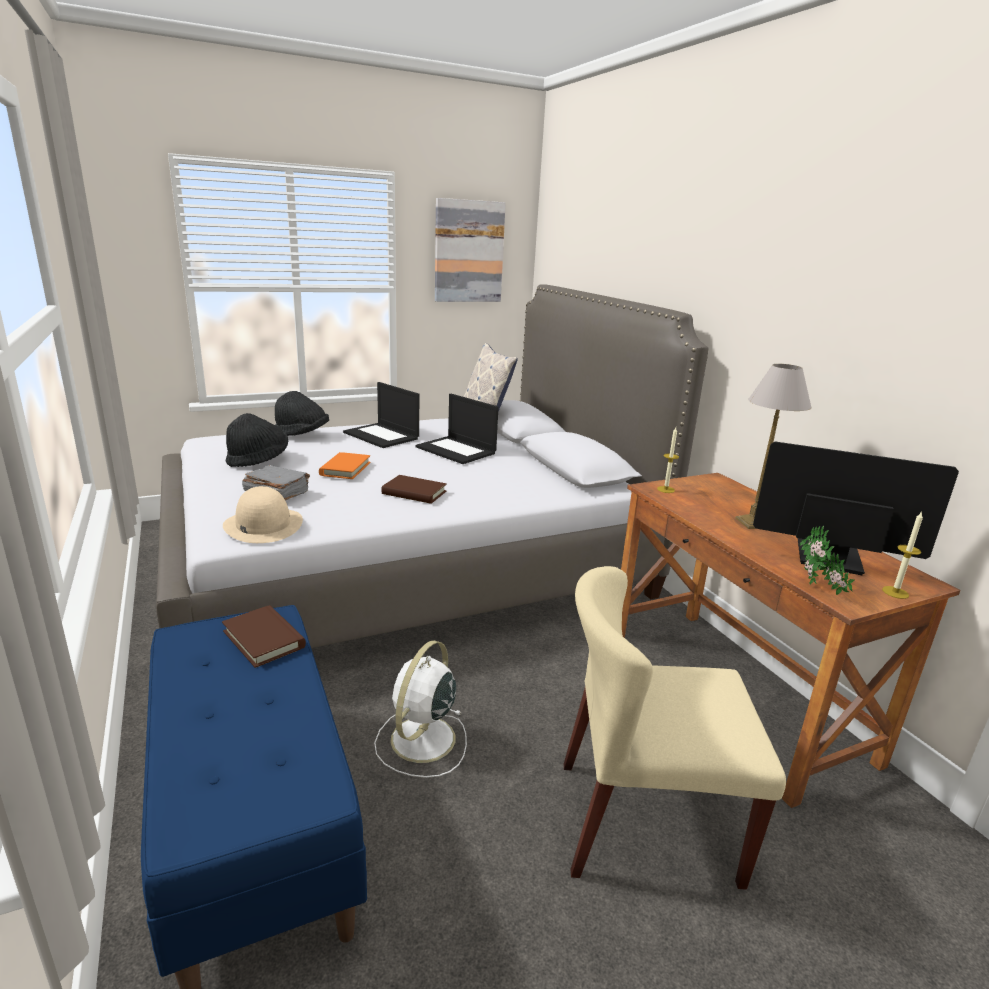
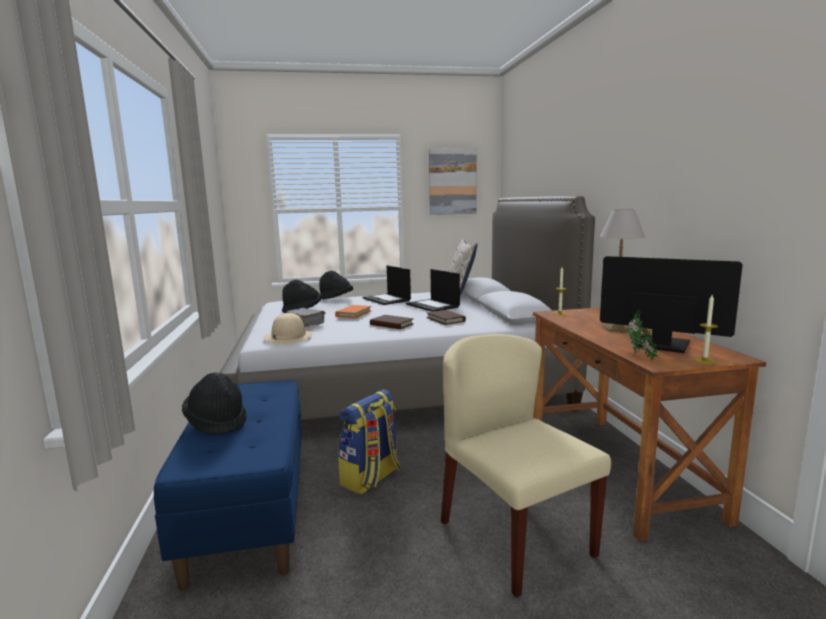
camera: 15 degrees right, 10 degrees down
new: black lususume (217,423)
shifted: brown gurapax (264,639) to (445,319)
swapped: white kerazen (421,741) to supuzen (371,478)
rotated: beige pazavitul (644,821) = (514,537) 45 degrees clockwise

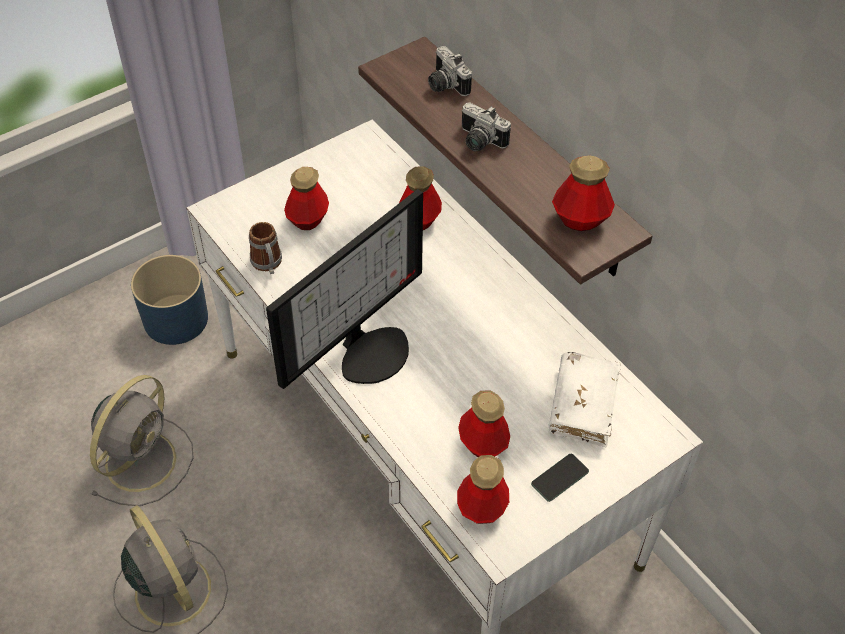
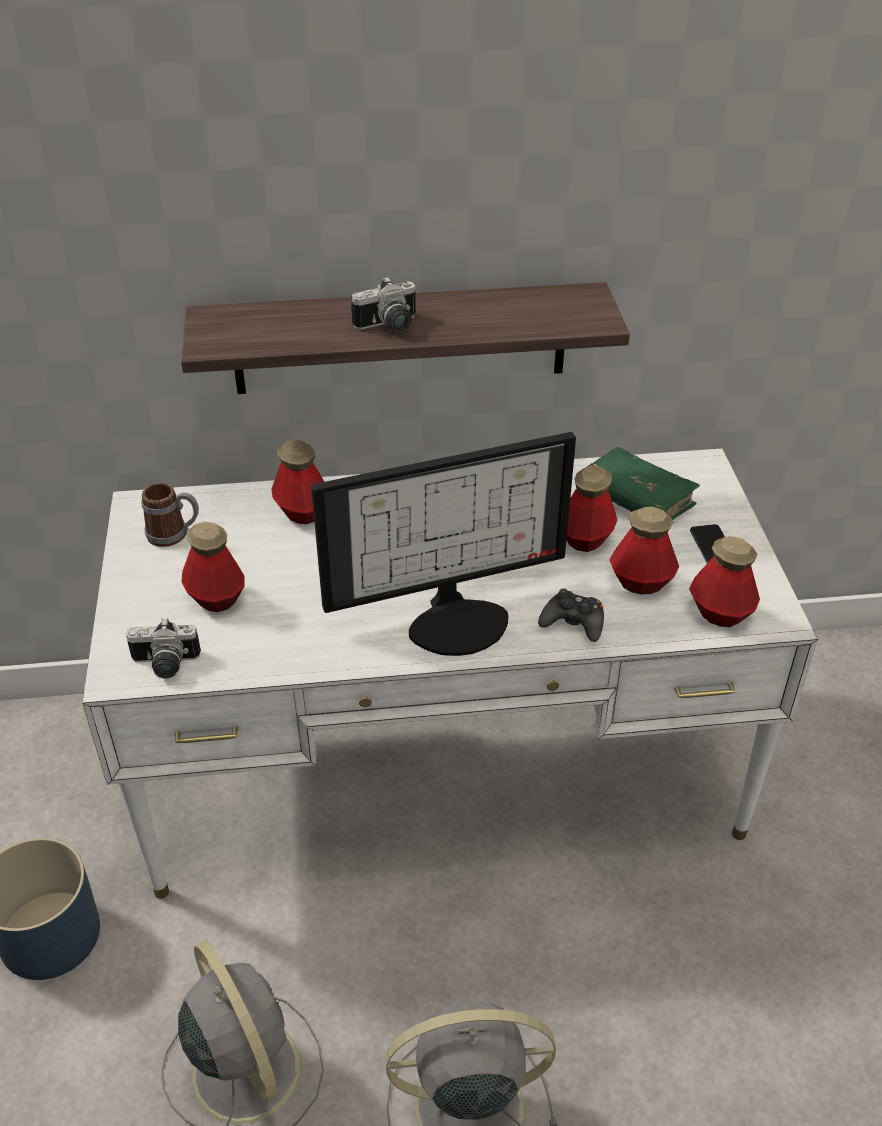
camera: 60 degrees left, 10 degrees down
new: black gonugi (573,622)
shifted: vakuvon (444,85) to (165,665); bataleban (580,219) to (585,539); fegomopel (268,264) to (174,535)
repainted: white gurapax (583,405) to green gurapax (636,499)
rotated: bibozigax (369,350) = (457,619) 90 degrees clockwise

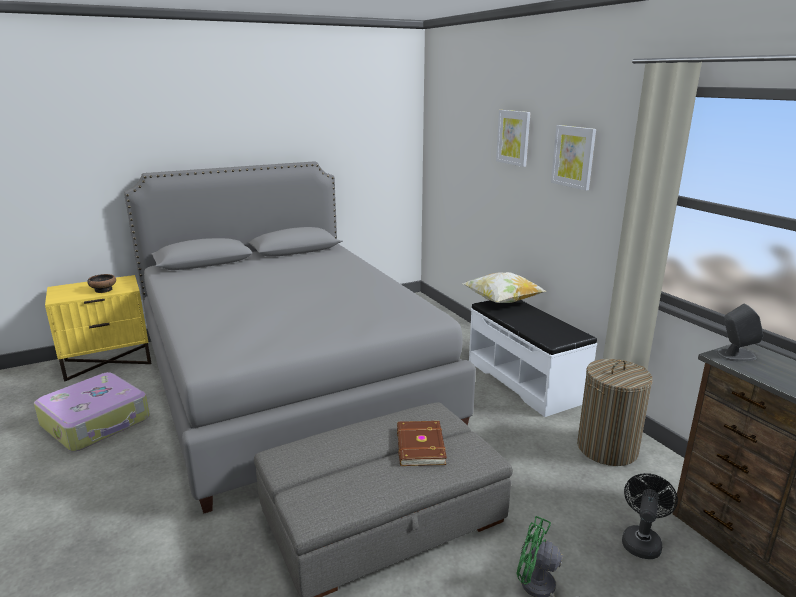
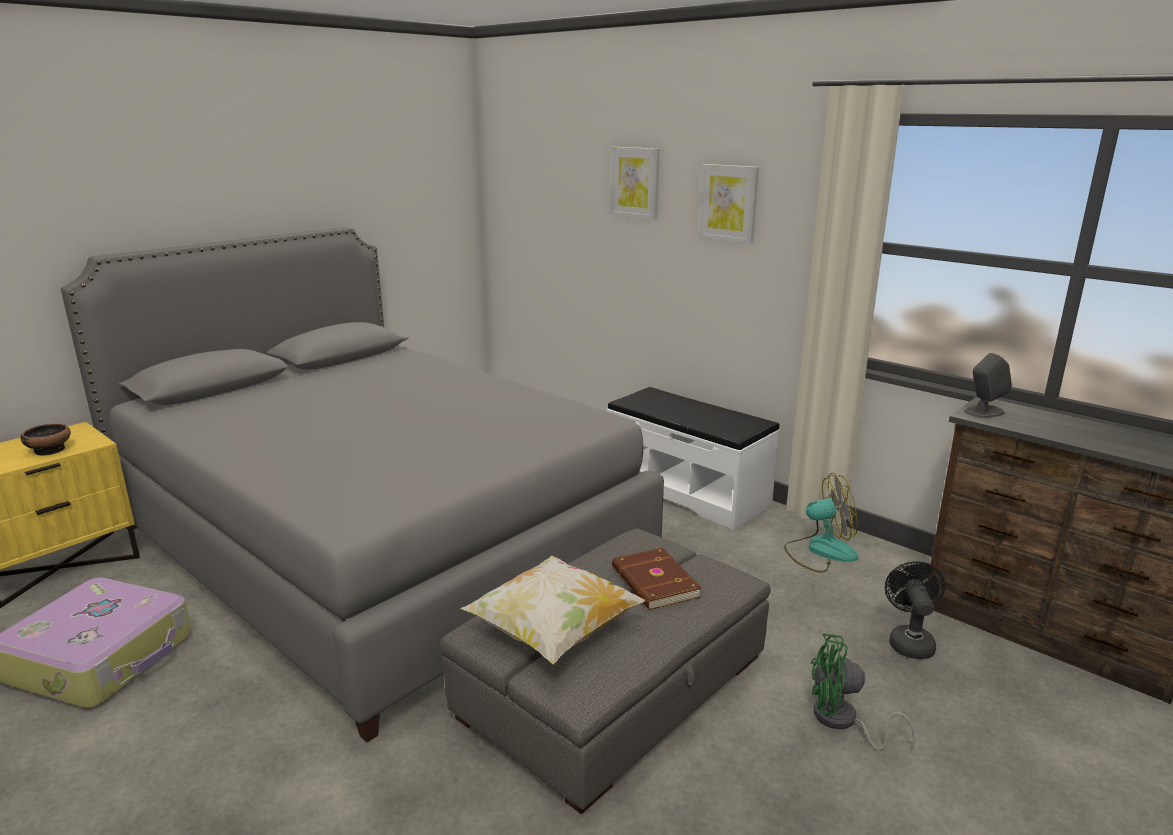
camera: 20 degrees left, 0 degrees up
shifted: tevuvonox (502,301) to (553,632)
swapped: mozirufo (607,448) to kerazen (820,551)

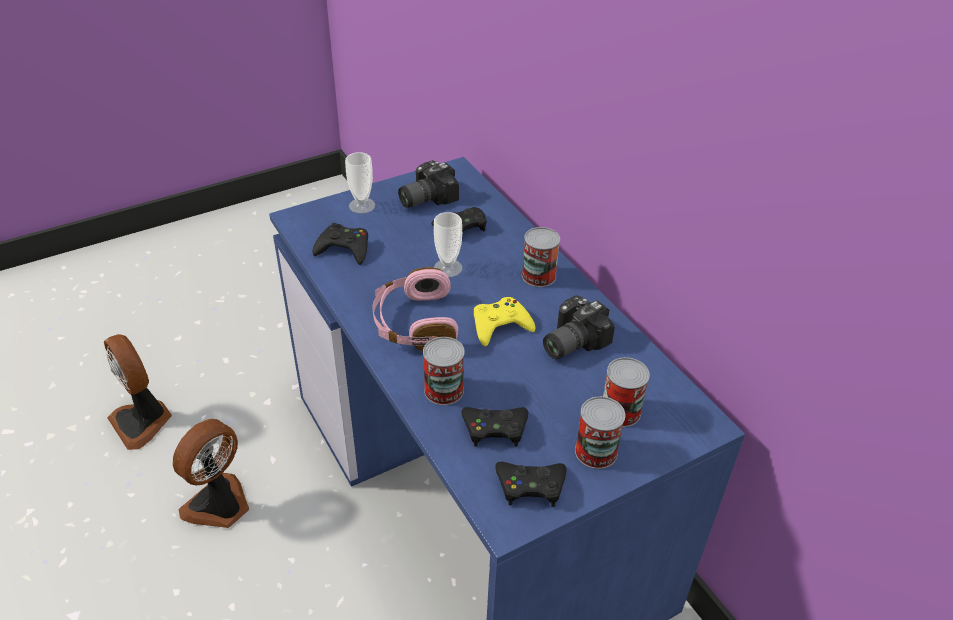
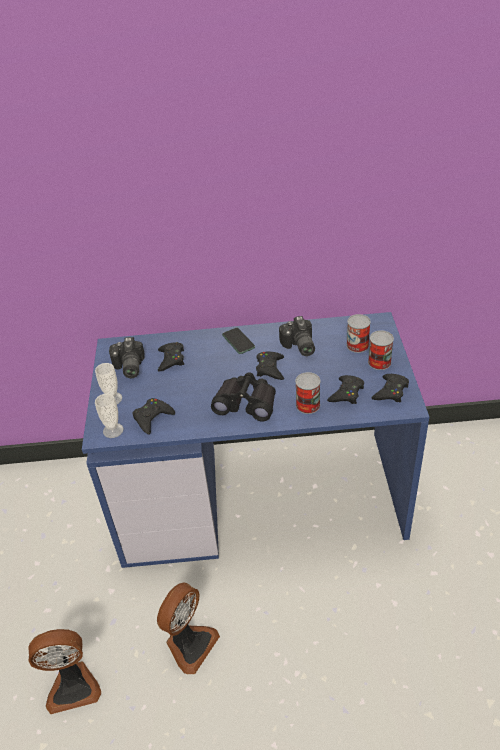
camera: 60 degrees left, 0 degrees up
shifted: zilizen (448,268) to (113,430)
swapped: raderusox (538,275) to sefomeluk (238,341); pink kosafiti (414,324) to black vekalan (246,403)
repainted: yellow gonugi (500,326) to black gonugi (270,368)
rotated: kerazen (220,505) = (189,644) 120 degrees counterclockwise

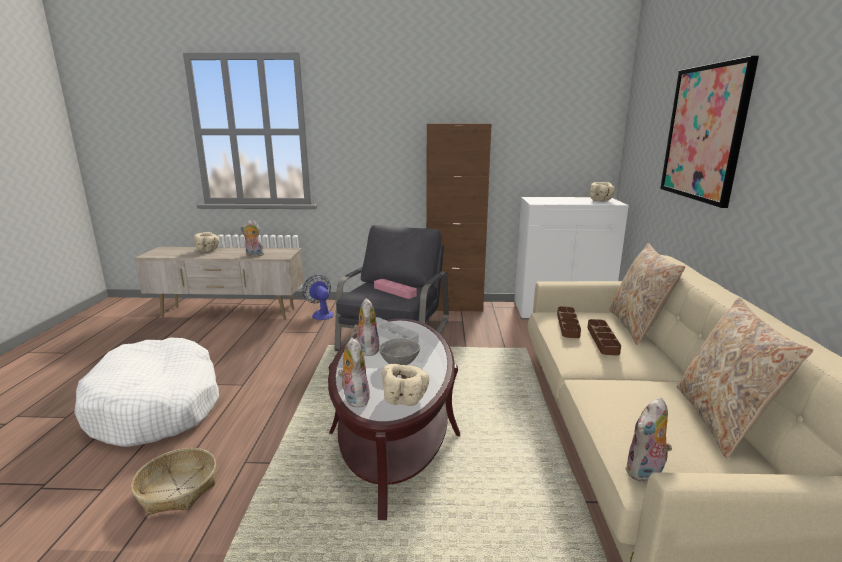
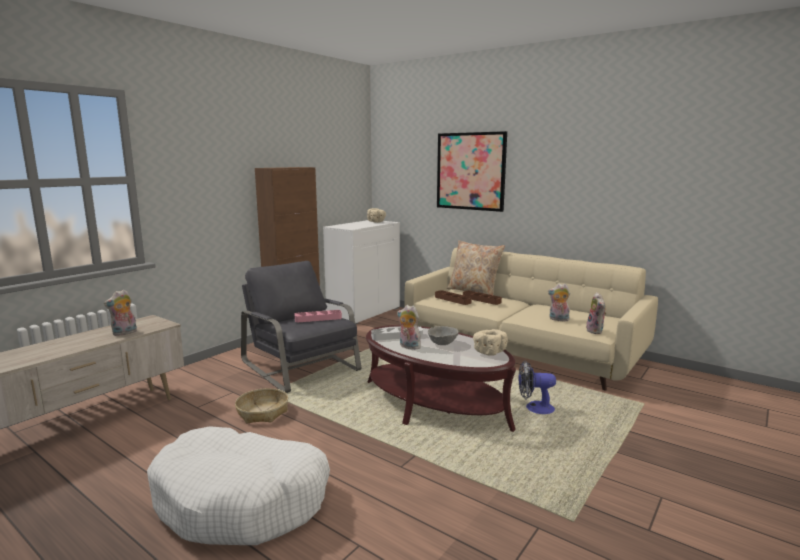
camera: 55 degrees left, 5 degrees down
gone: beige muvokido (208,250); beige tevuvonox (721,421)
shifted: kerazen (321,314) to (534,408); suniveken (354,398) to (558,319); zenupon (178,489) to (262,412)

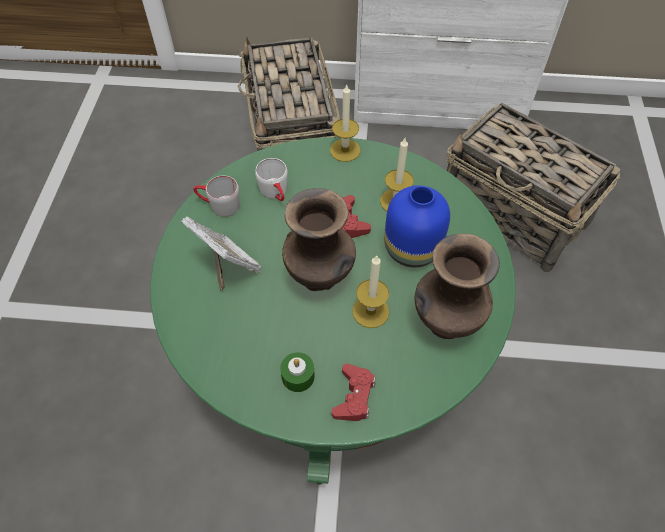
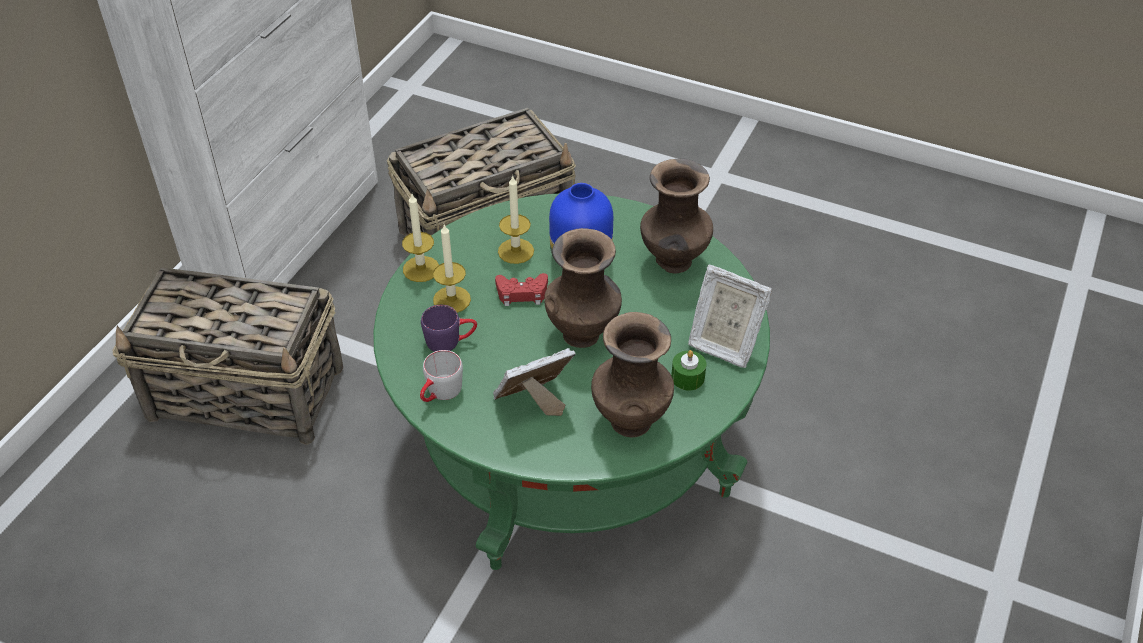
camera: 70 degrees left, 10 degrees down
new: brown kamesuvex (630,419)
shifted: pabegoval (370,311) to (452,300)
swapped: red gonugi (354,396) to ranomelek (723,343)
repainted: white fegomopel (276,193) to purple fegomopel (450,340)

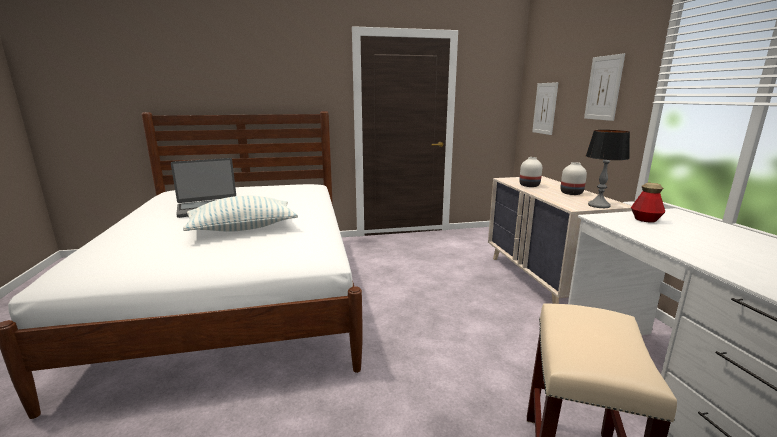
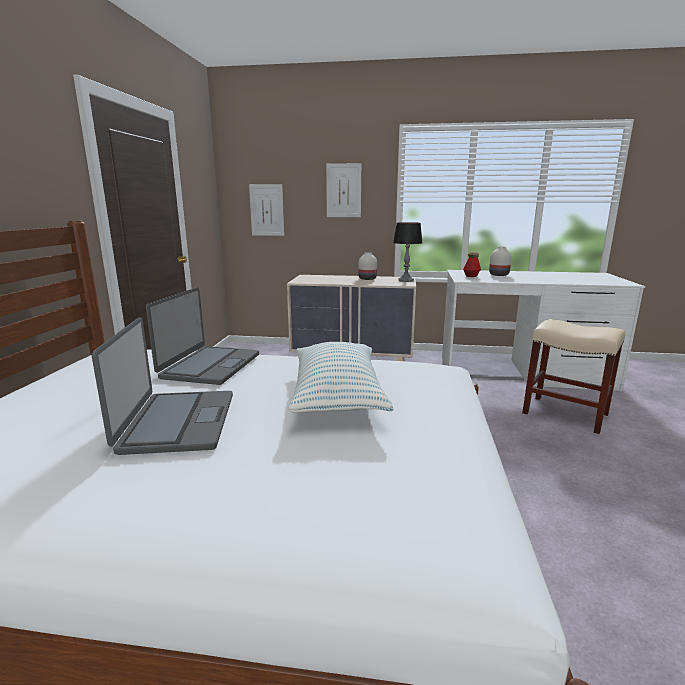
camera: 70 degrees left, 0 degrees up
new: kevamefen (210,366)
shifted: white kamesuvex (529,185) to (498,275)

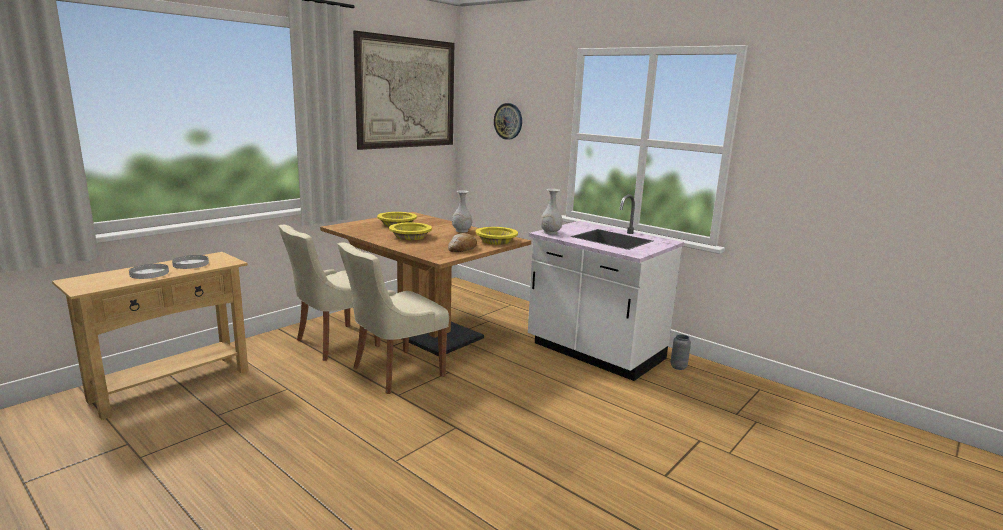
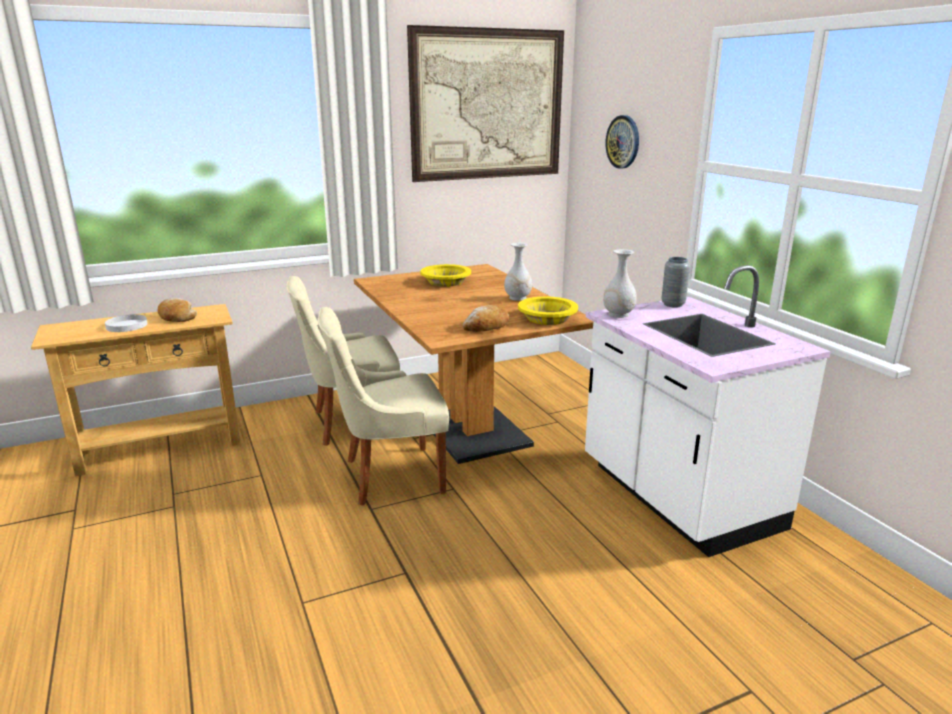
camera: 25 degrees right, 5 degrees up
gone: yellow muvokido (410,236)
shifted: grey kamesuvex (678,367) to (673,304)
swapped: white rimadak (190,264) to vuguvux (176,317)

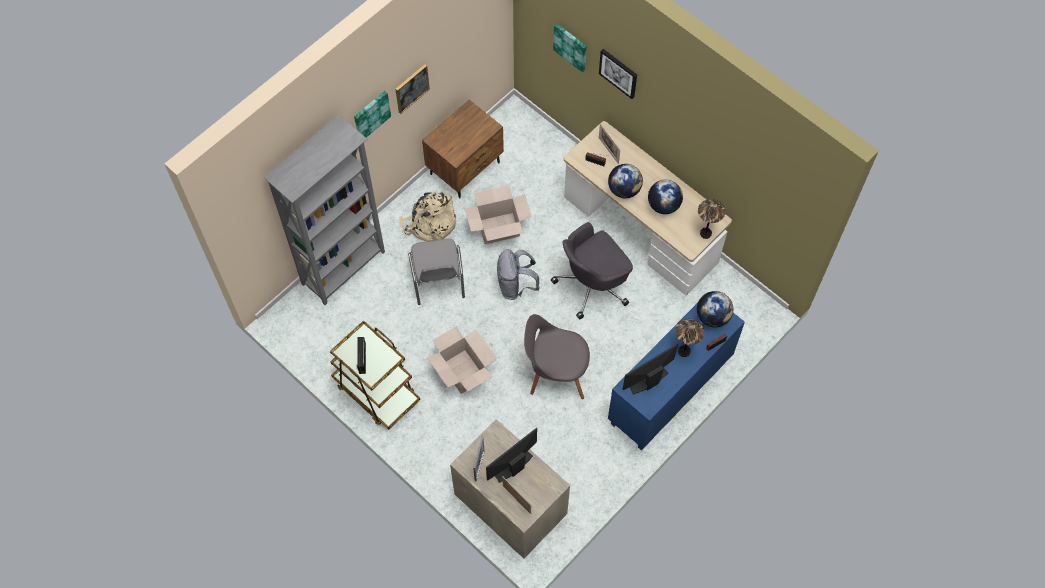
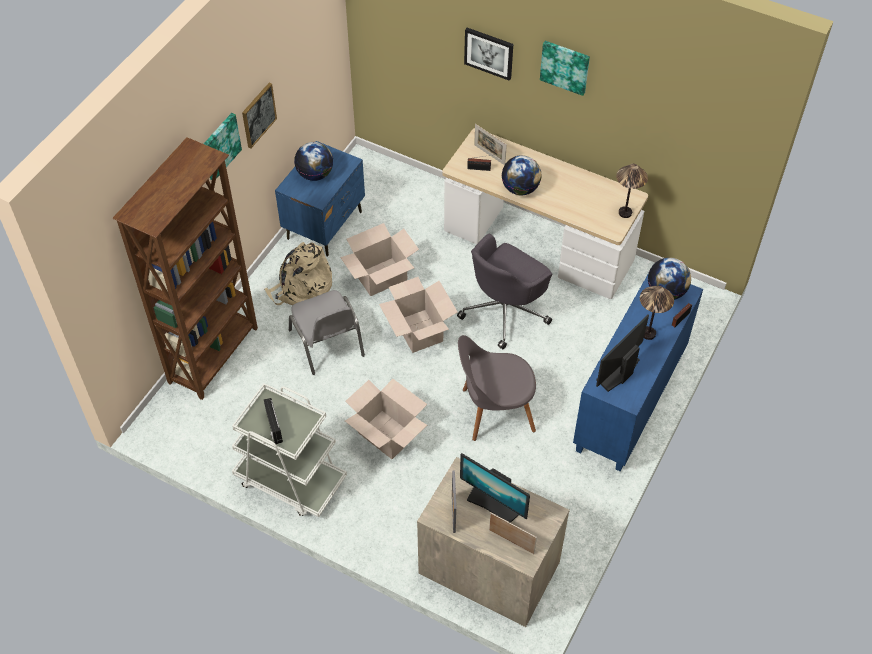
camera: 15 degrees left, 10 degrees down
shifted: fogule (571,46) to (565,66); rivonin (664,205) to (315,174)
swapped: grey supuzen (516,286) to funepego (419,331)
repainted: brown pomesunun (465,168) to blue pomesunun (325,225); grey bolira (344,268) to brown bolira (215,355); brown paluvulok (376,391) to white paluvulok (290,480)
rotated: bibozigax (512,465) = (493,504) 90 degrees counterclockwise

